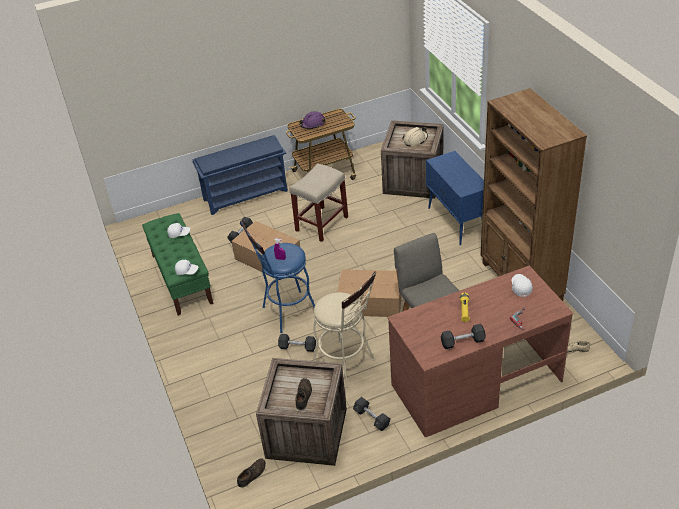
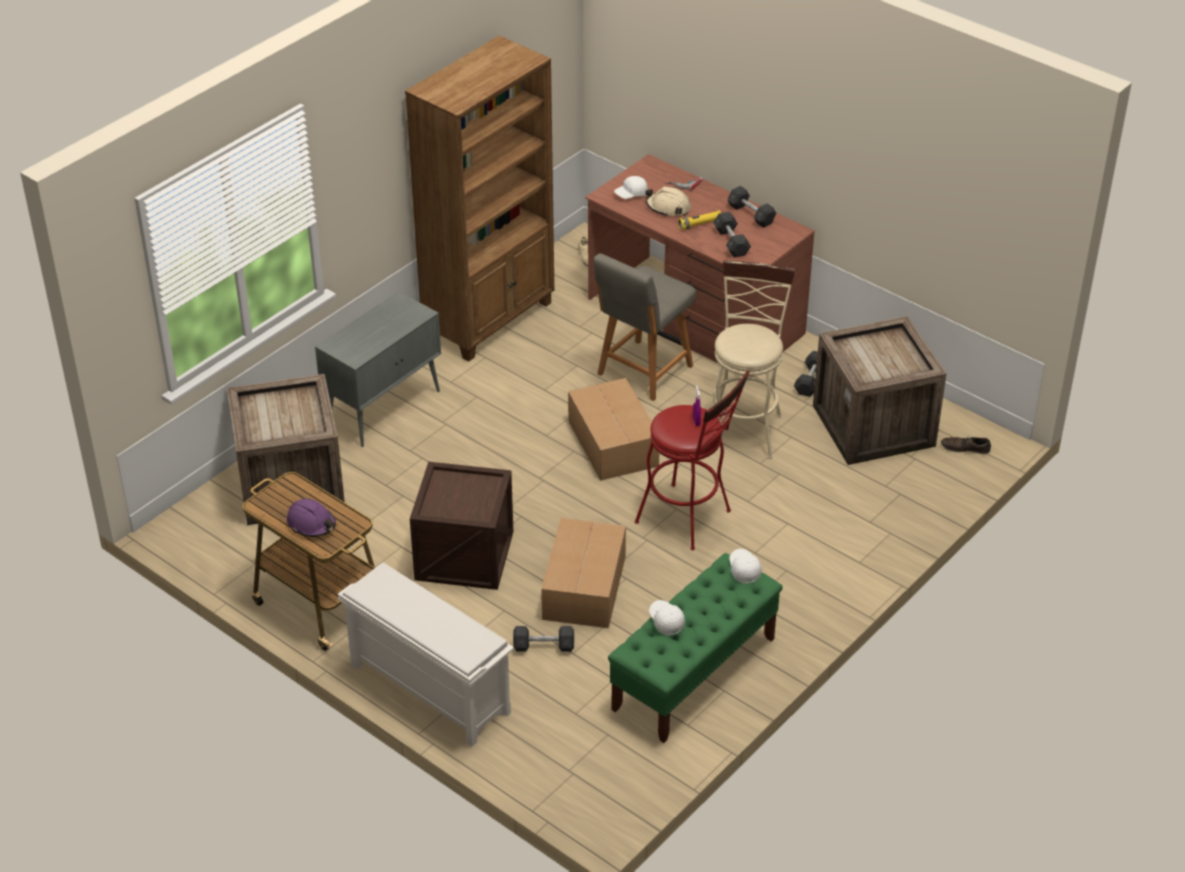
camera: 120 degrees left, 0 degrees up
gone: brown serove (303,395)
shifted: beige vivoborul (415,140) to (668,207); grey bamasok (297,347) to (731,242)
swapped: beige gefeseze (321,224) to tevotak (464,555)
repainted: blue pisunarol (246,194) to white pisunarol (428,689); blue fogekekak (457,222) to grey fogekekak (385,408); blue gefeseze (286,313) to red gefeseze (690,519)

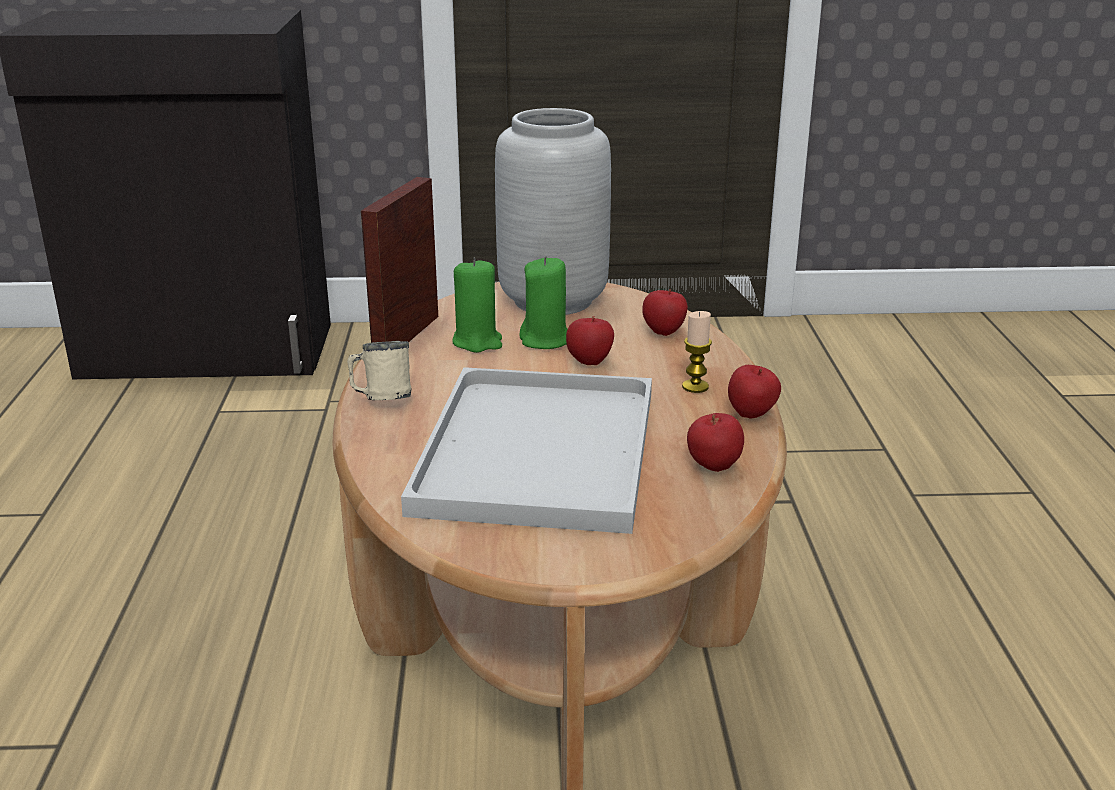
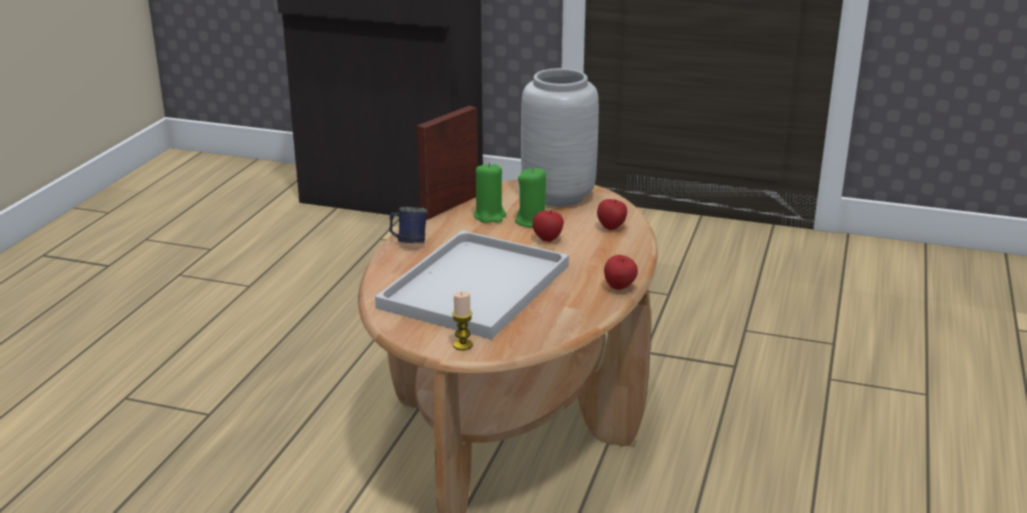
camera: 20 degrees right, 0 degrees up
gone: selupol (713,468)
shifted: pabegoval (695,387) to (463,345)
repainted: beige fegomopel (381,400) to blue fegomopel (408,242)

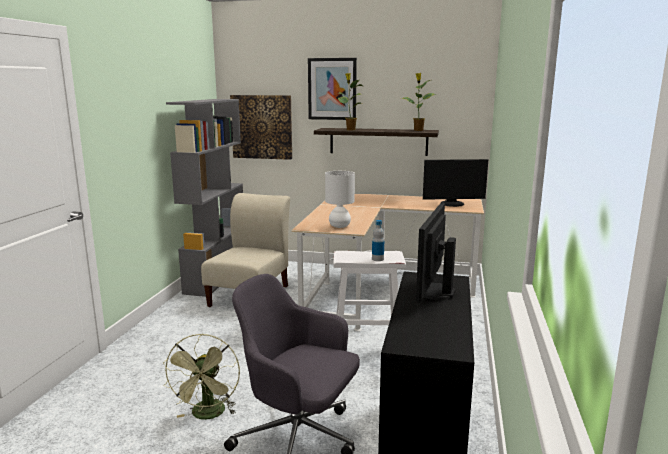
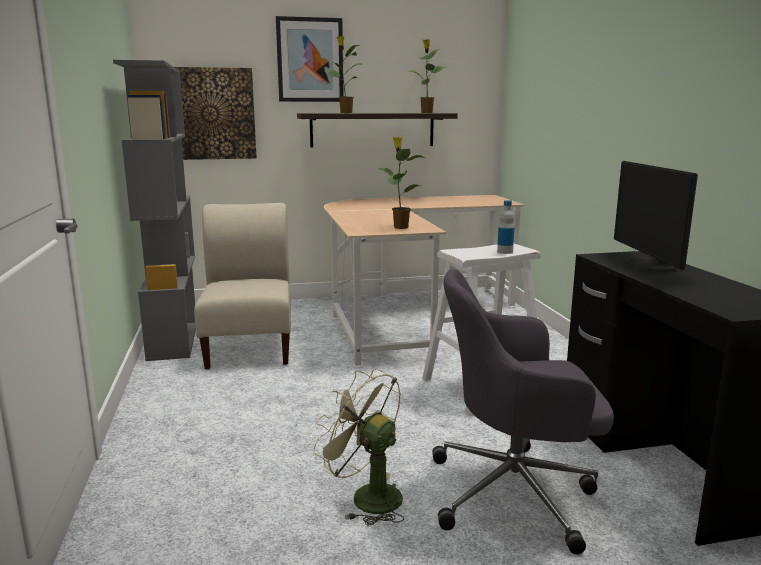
camera: 25 degrees left, 0 degrees up
gone: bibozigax (452,204)
swapped: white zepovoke (339,226) to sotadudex (400,227)
rotated: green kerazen (208,415) = (366,496) 150 degrees clockwise

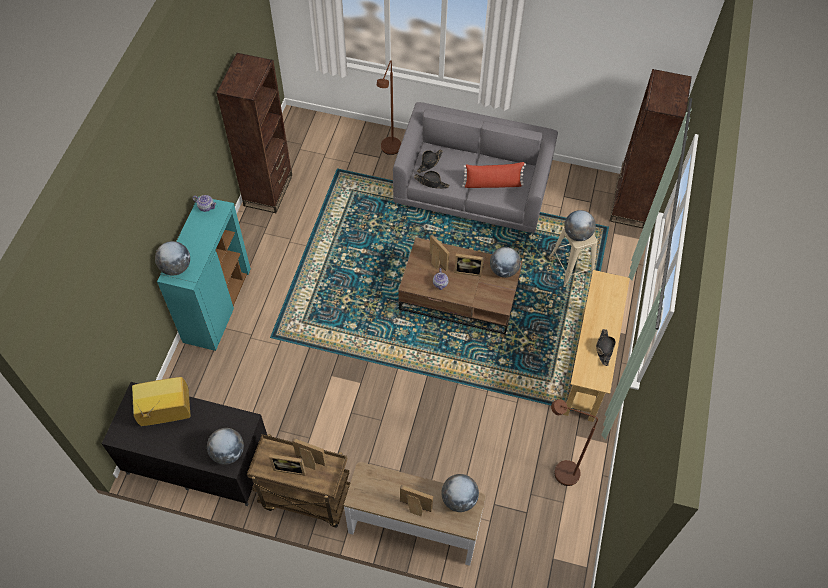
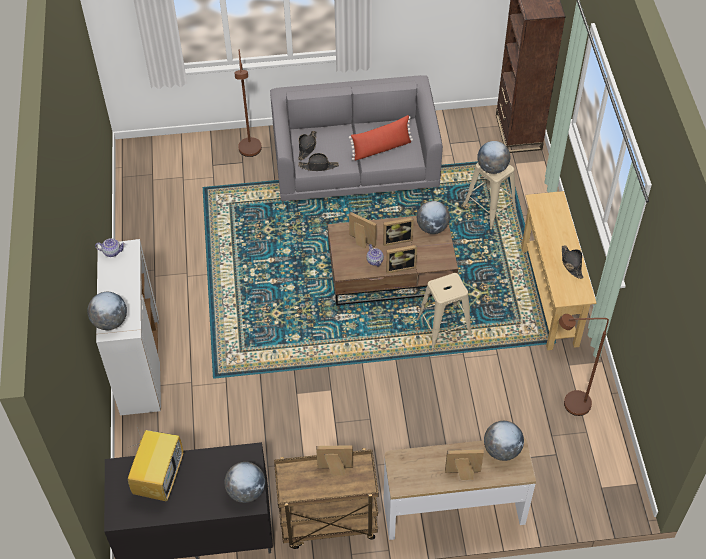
camera: 20 degrees left, 5 degrees down
gone: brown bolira (268,190)
new: beige gefeseze (443,327)
shifted: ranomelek (290,467) to (400,266)
repainted: turquoise fogekekak (217,305) to white fogekekak (139,365)
rotated: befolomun (165,413) = (159,476) 135 degrees clockwise

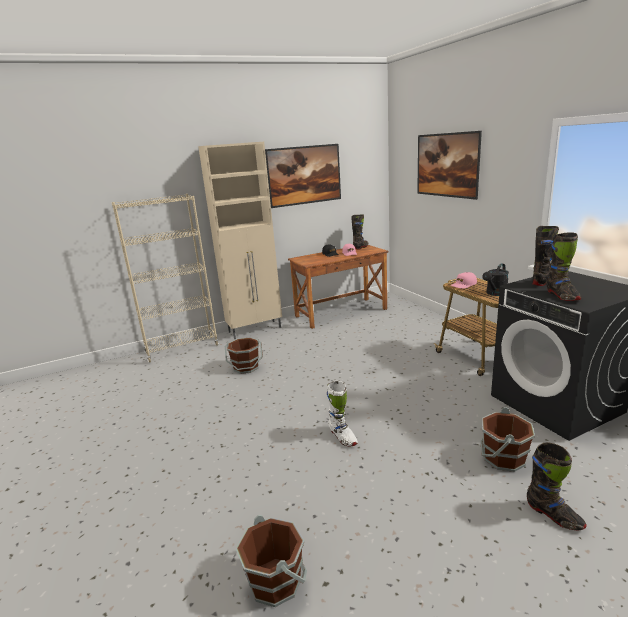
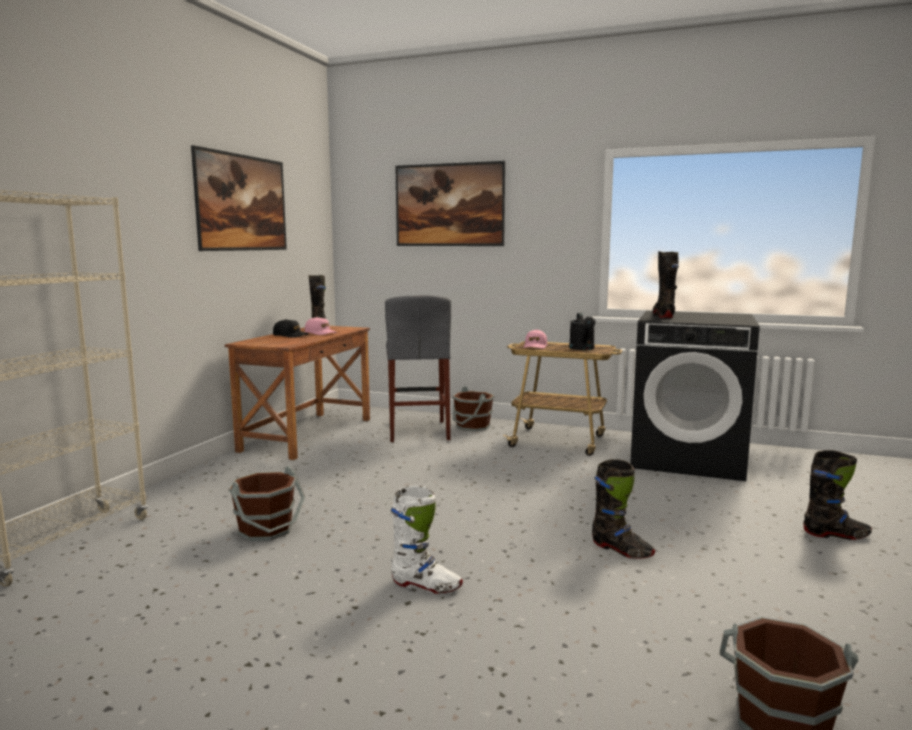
camera: 45 degrees left, 10 degrees down
gone: beige fogekekak (255,329)
new: grey gefeseze (418,431)
shifted: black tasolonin (562,296) to (621,550); white tasolonin (342,437) to (426,586); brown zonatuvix (503,458) to (472,426)

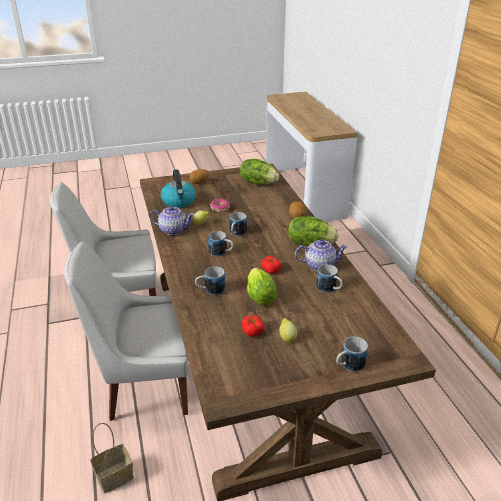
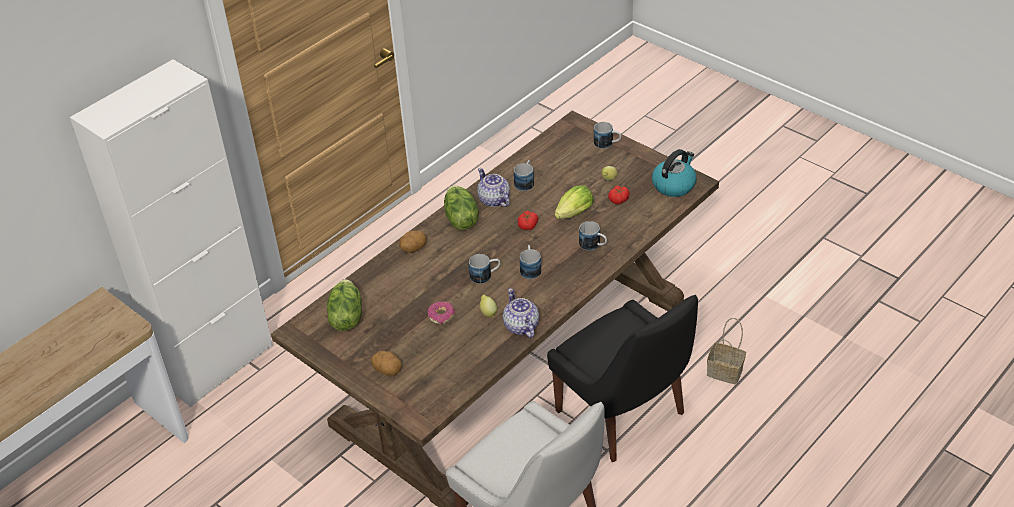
camera: 120 degrees left, 10 degrees up
new: white fogekekak (217,364)
shifted: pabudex (179,202) to (674,185)
repainted: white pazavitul (146,385) to black pazavitul (623,415)

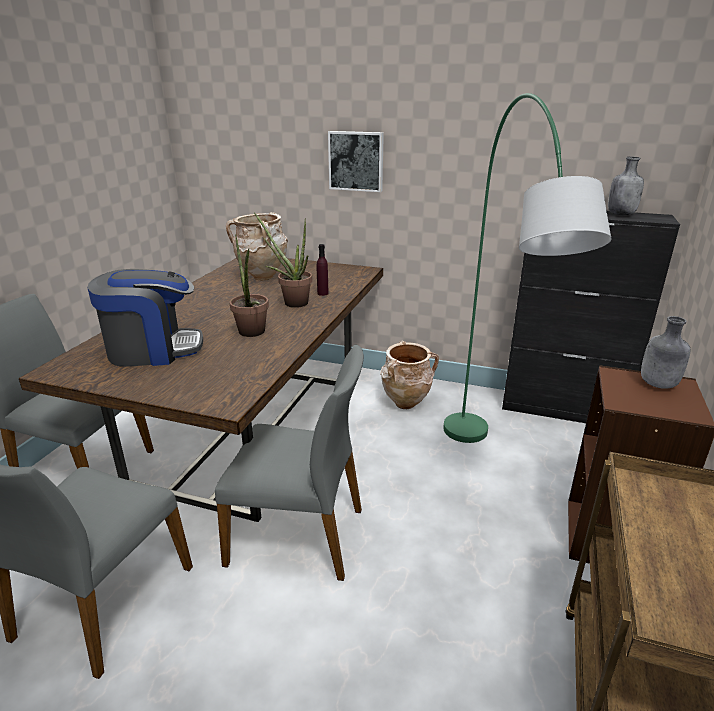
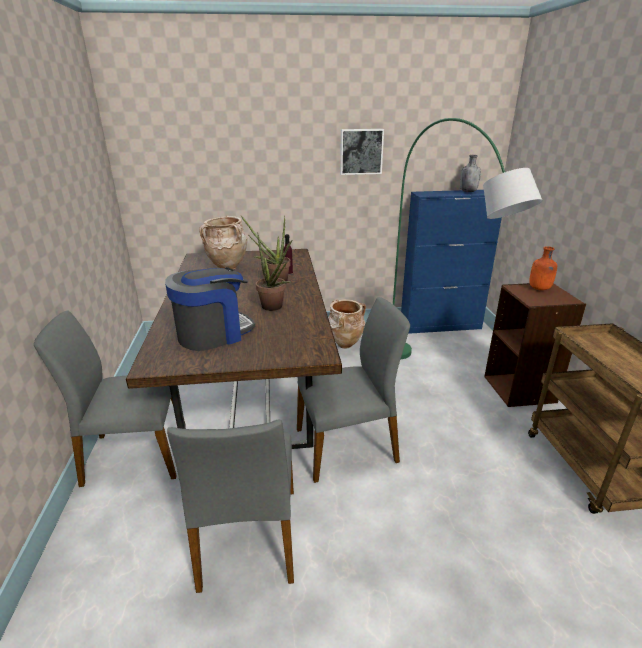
camera: 25 degrees left, 0 degrees up
shifted: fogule (356,161) to (361,151)
repainted: black fogekekak (562,410) to blue fogekekak (441,325); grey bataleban (657,385) to orange bataleban (539,289)

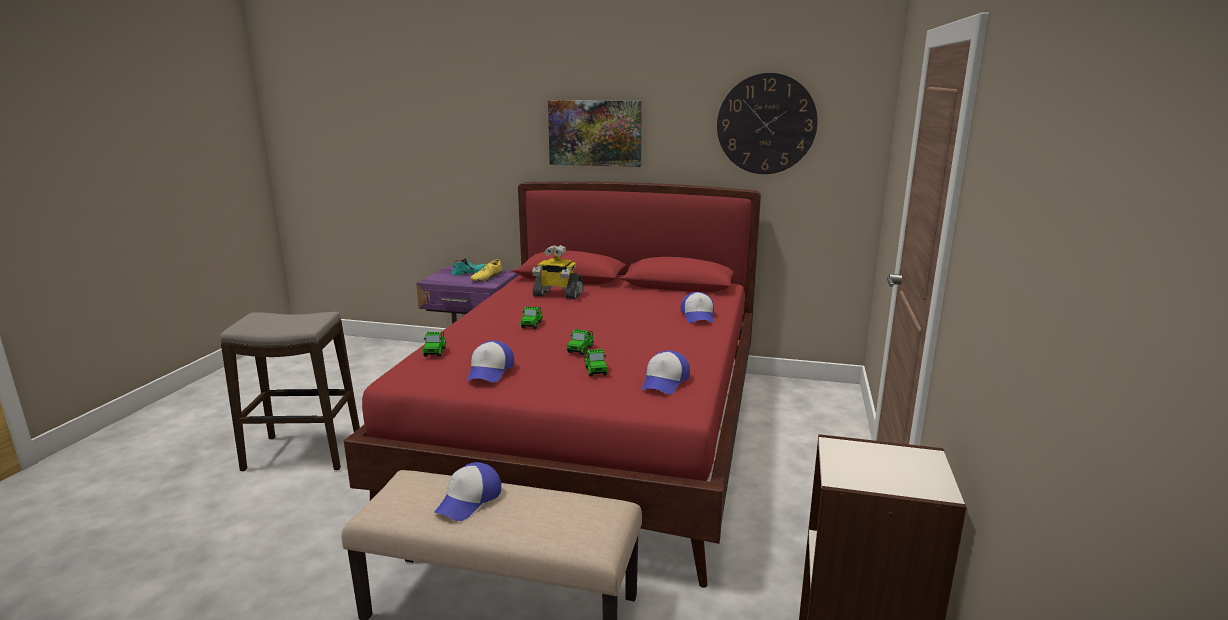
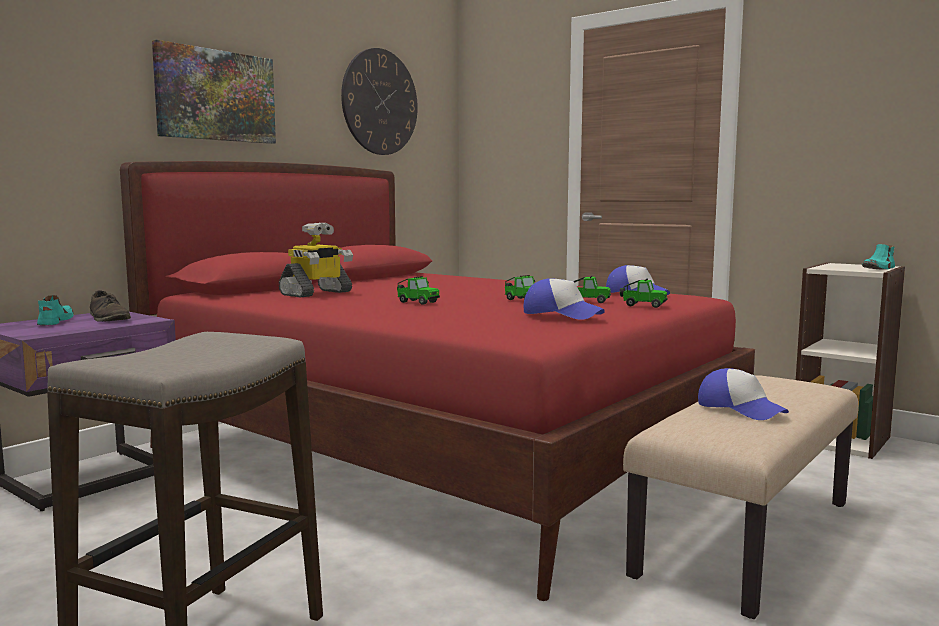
camera: 65 degrees left, 10 degrees down
gone: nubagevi (698,316)
new: turquoise serove (879,268)
shifted: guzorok (435,351) to (642,305)
repainted: yellow serove (486,277) to brown serove (109,318)

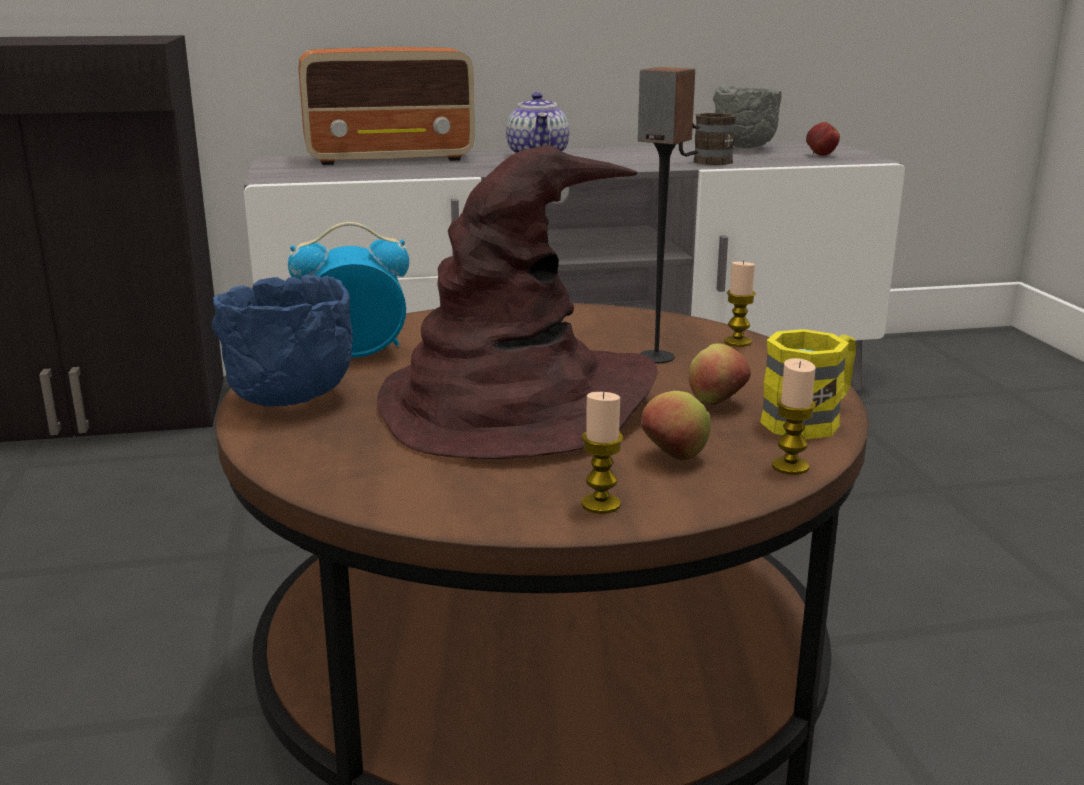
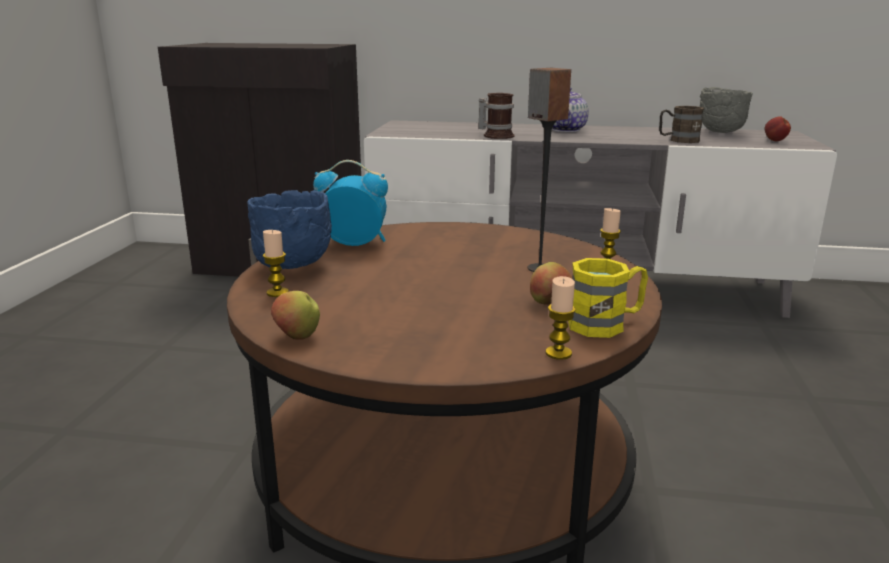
camera: 20 degrees right, 0 degrees up
gone: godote (391,158); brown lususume (515,403)
new: fegomopel (497,135)
shifted: selupol (674,458) to (297,337); pabegoval (601,504) to (277,293)

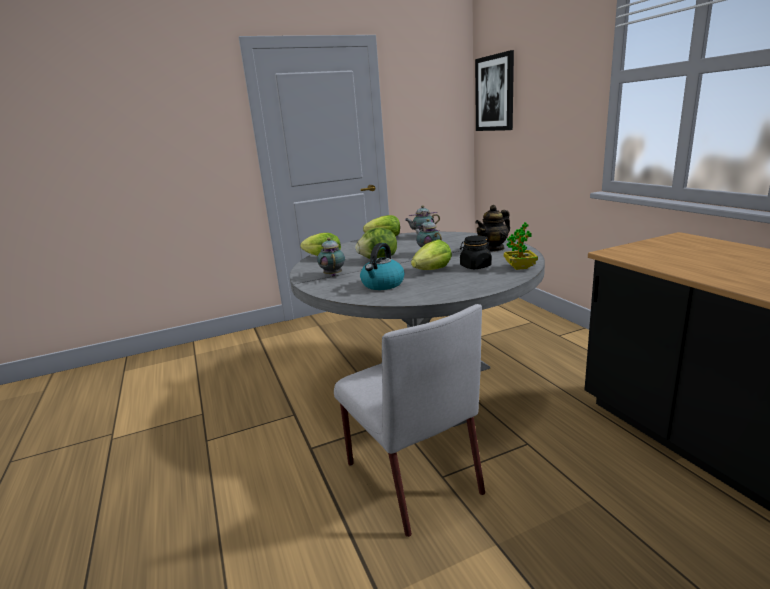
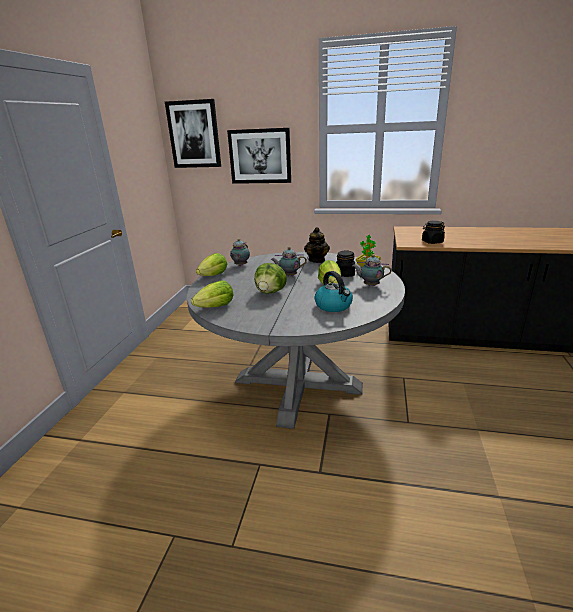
camera: 55 degrees left, 5 degrees up
gone: grey pazavitul (411,476)
new: fogule (260,156); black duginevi (432,242)
shifted: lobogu (333,275) to (370,285)

